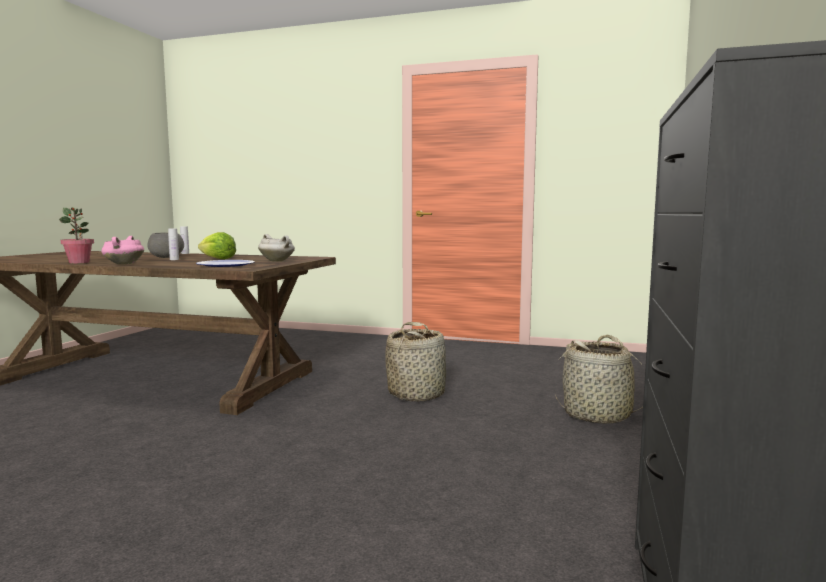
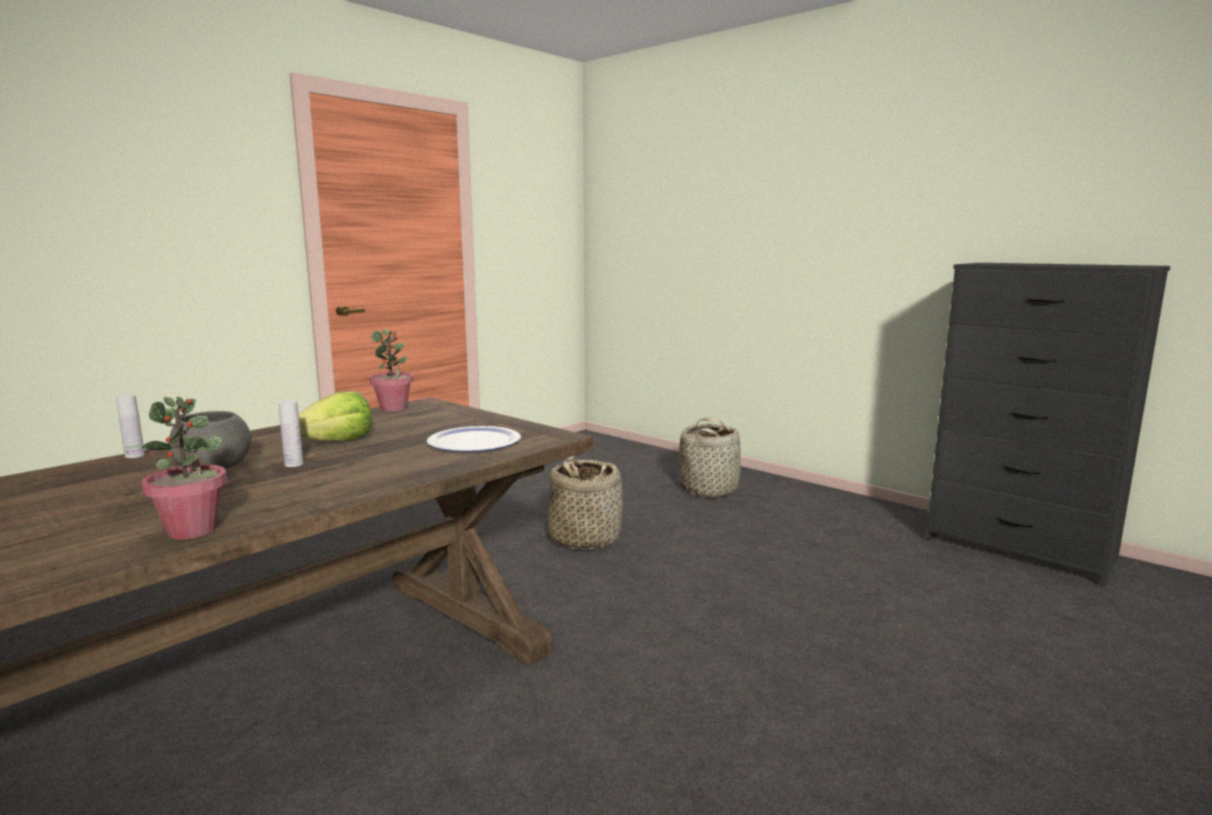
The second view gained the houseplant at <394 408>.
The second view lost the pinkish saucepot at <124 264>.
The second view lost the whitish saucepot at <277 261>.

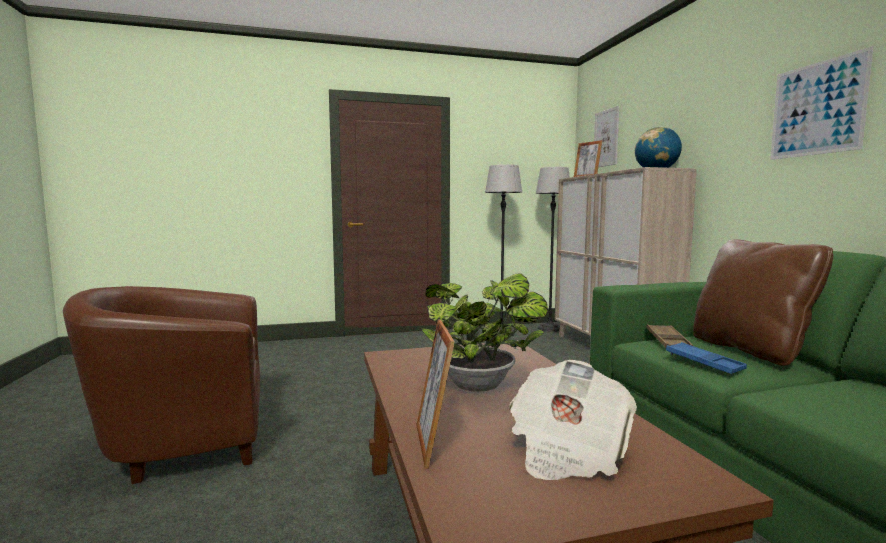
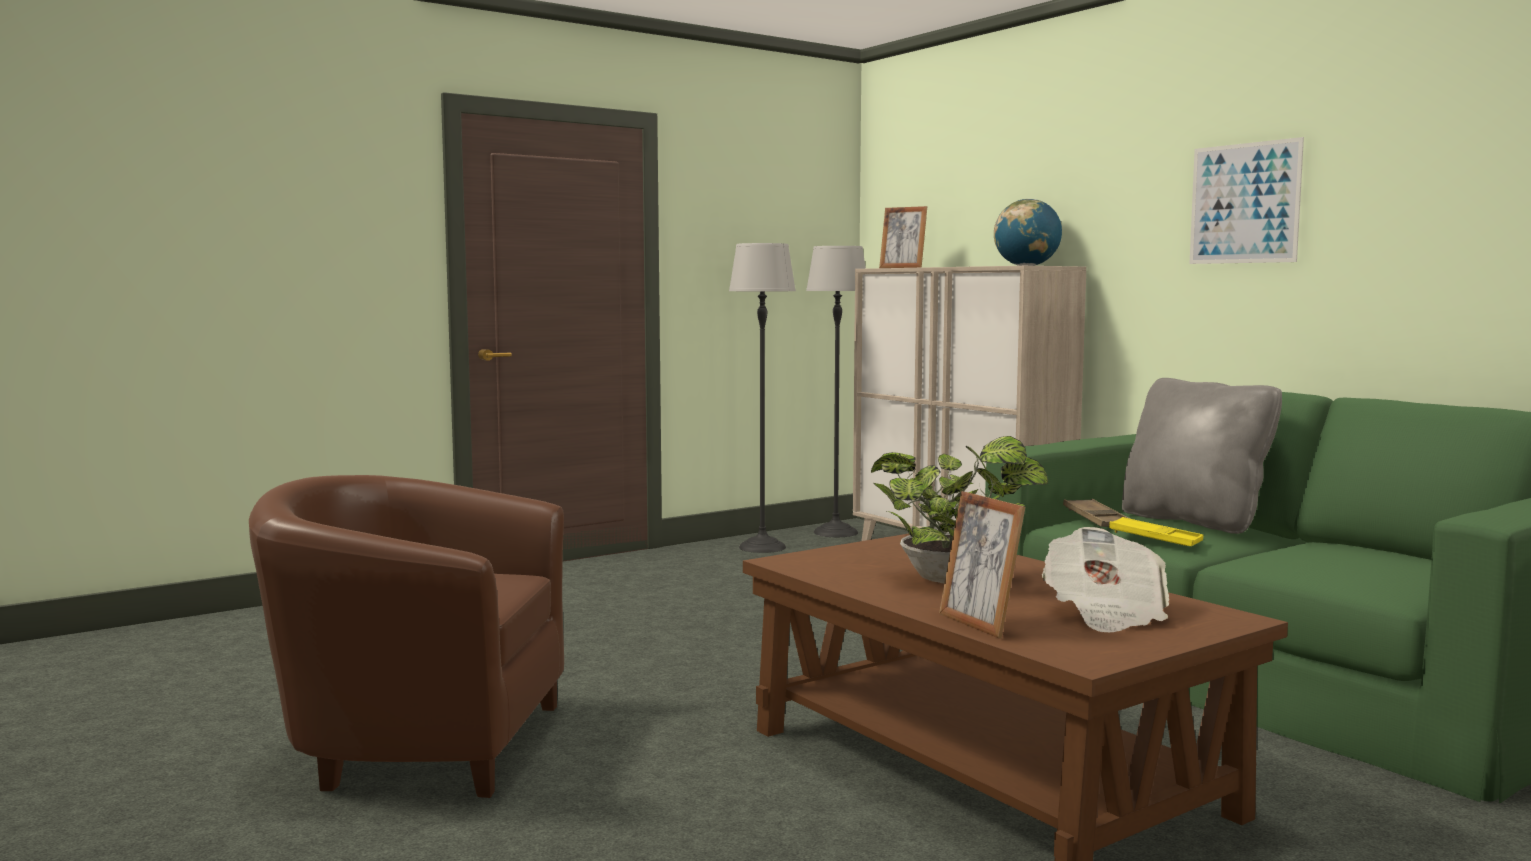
The brownish lounge chair at <183 442> ended up facing another way, 45 degrees clockwise from before.
What was the blue-coloured carrying tray at <704 363> turned into the yellow-coloured carrying tray at <1155 539>.
What was the brownish throw pillow at <750 350> turned into the greyish throw pillow at <1194 521>.
The second view lost the wall picture at <606 138>.

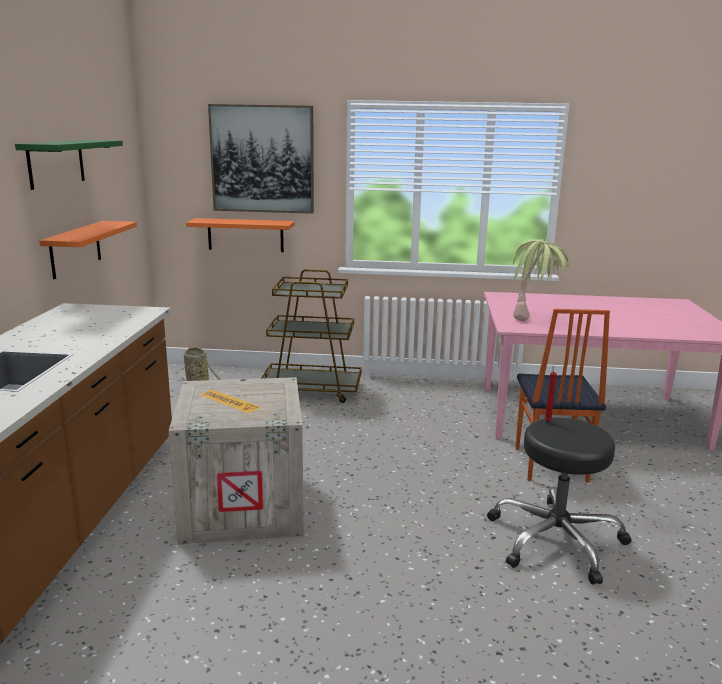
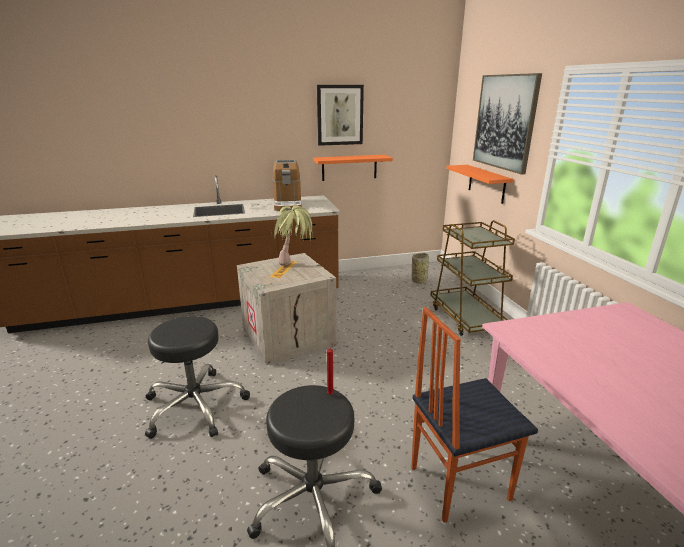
The second view gained the black-coloured sitting stool at <195 406>.
The houseplant ended up elsewhere, having gone from <534 317> to <295 267>.
The second view gained the coffee machine at <287 204>.
Where the greenish shelf hung at <56 163>, the wall picture came to hang at <339 115>.

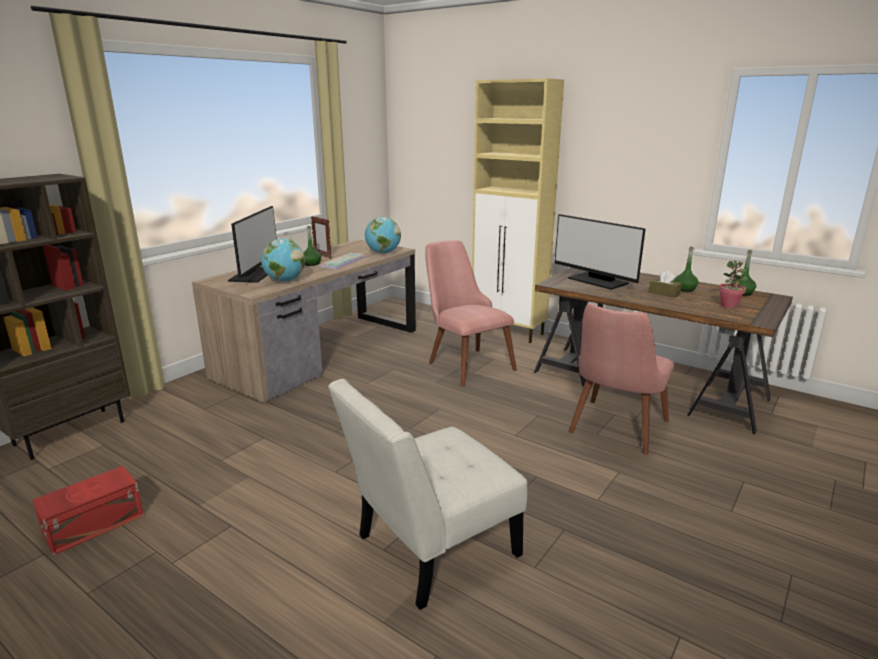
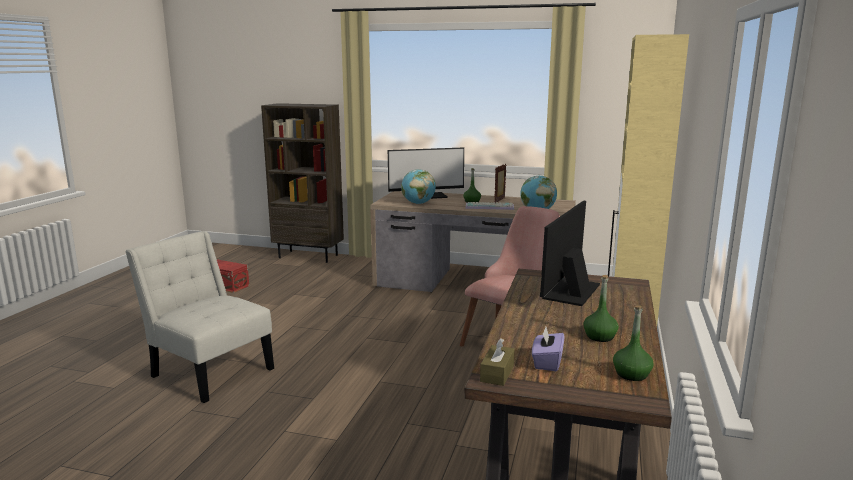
The brownish box of tissues ended up elsewhere, having gone from <664 293> to <497 373>.
Where the houseplant stood at <729 306>, the purple-coloured box of tissues came to stand at <547 362>.
The second view lost the pinkish chair at <614 432>.

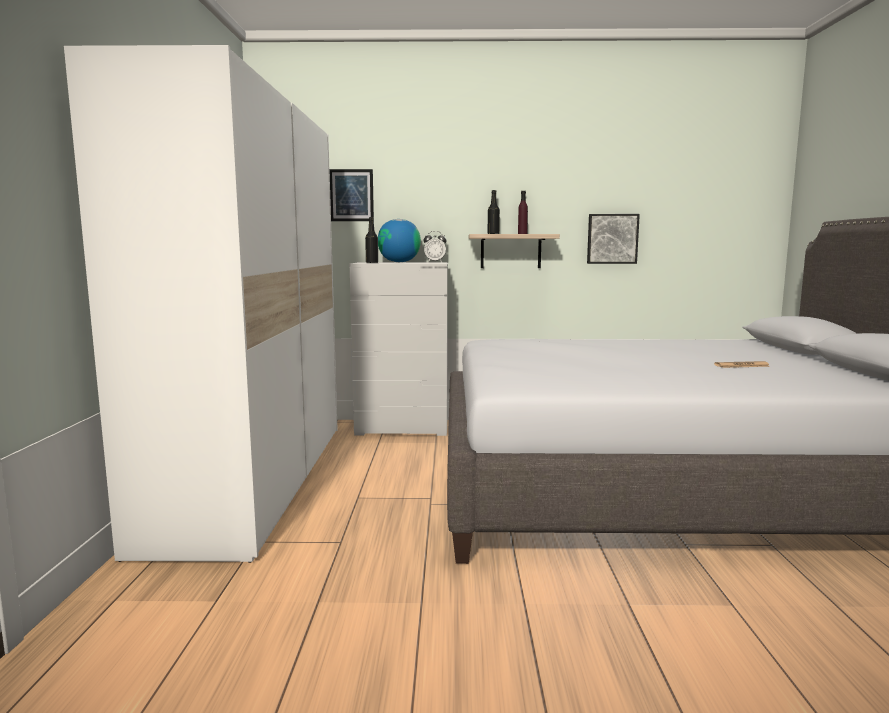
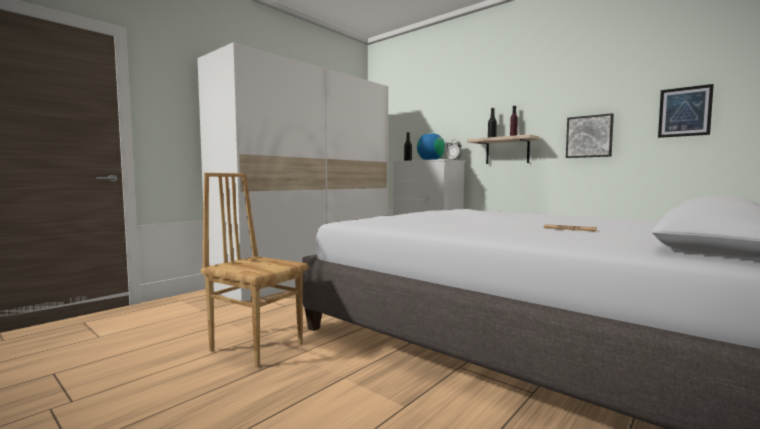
The second view gained the brownish chair at <257 346>.
The wall picture ended up elsewhere, having gone from <351 195> to <684 111>.

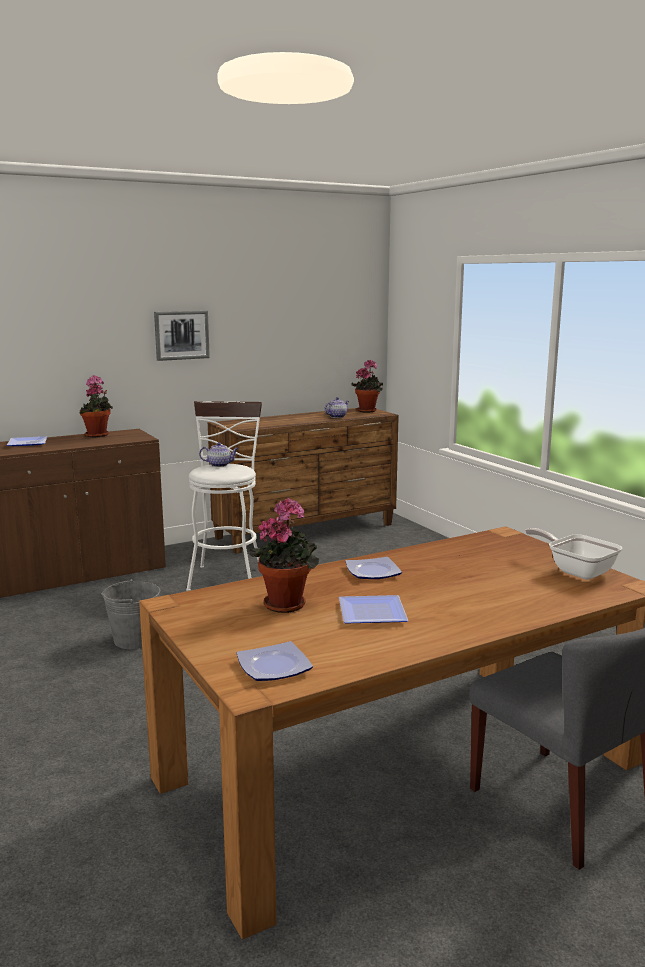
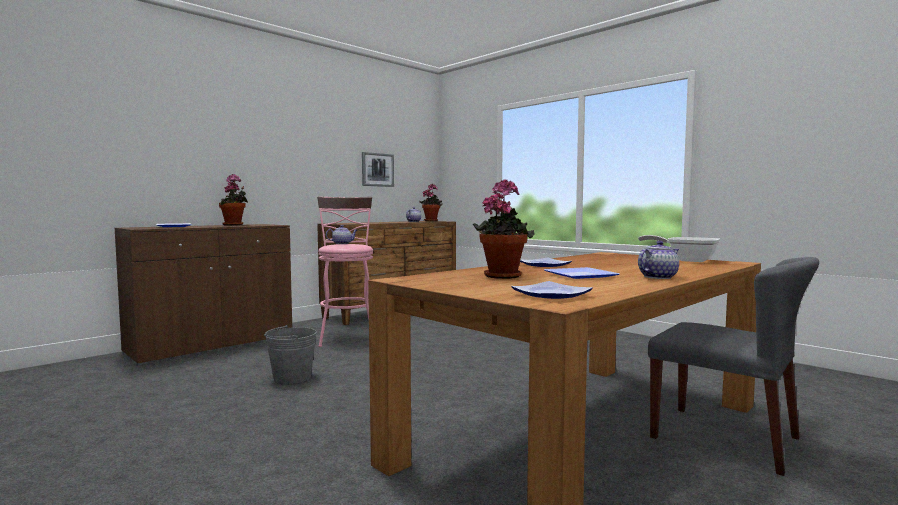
What was the whitish sitting stool at <227 576> turned into the pinkish sitting stool at <347 337>.
The wall picture ended up elsewhere, having gone from <181 335> to <377 169>.
The second view gained the pot for tea at <658 277>.

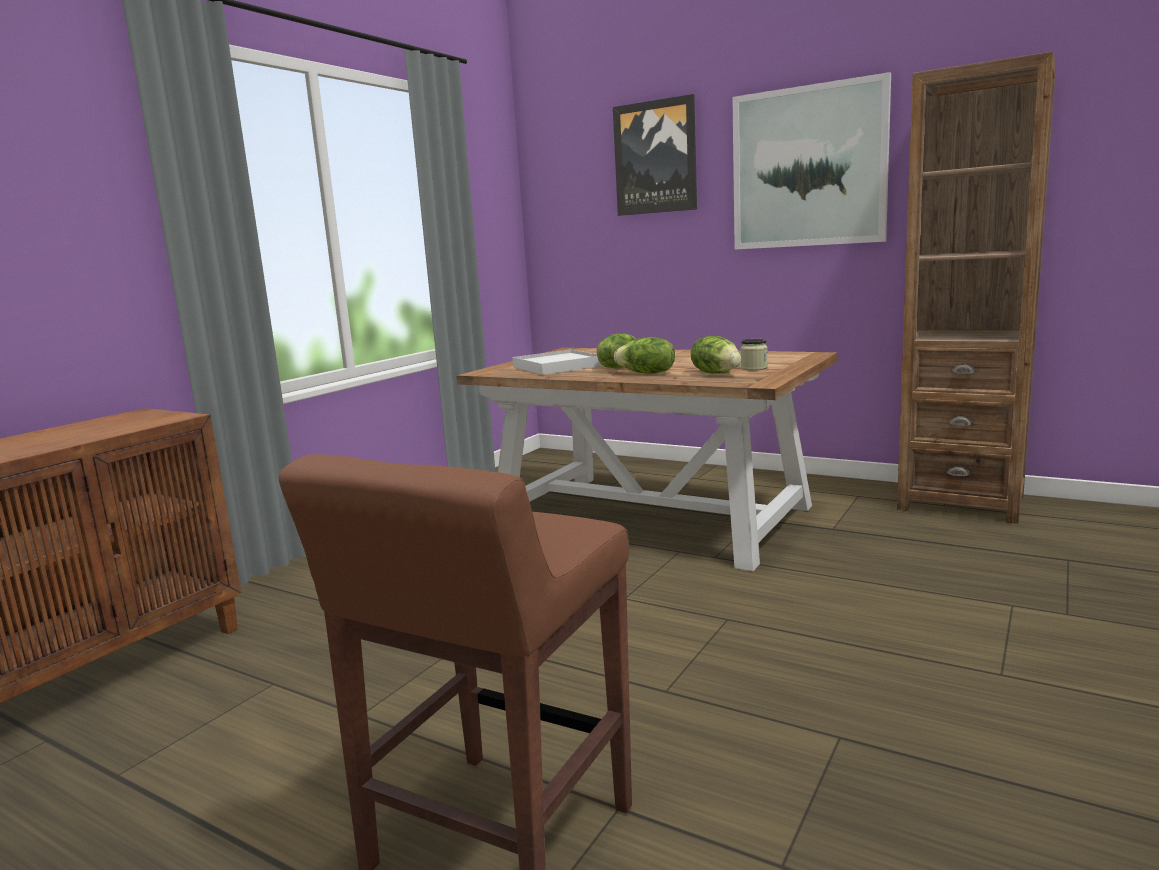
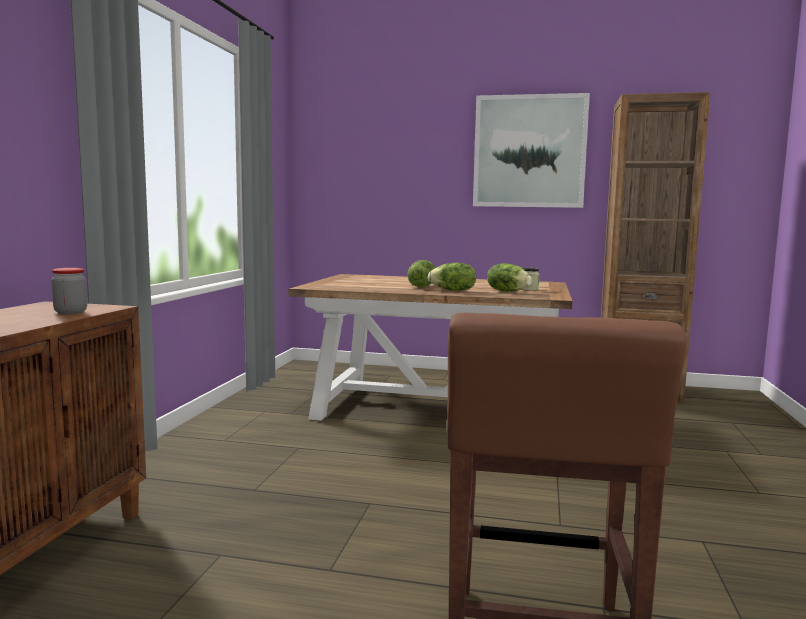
The second view gained the jar at <70 312>.
The second view lost the whitish carrying tray at <557 366>.
The second view lost the wall picture at <655 157>.

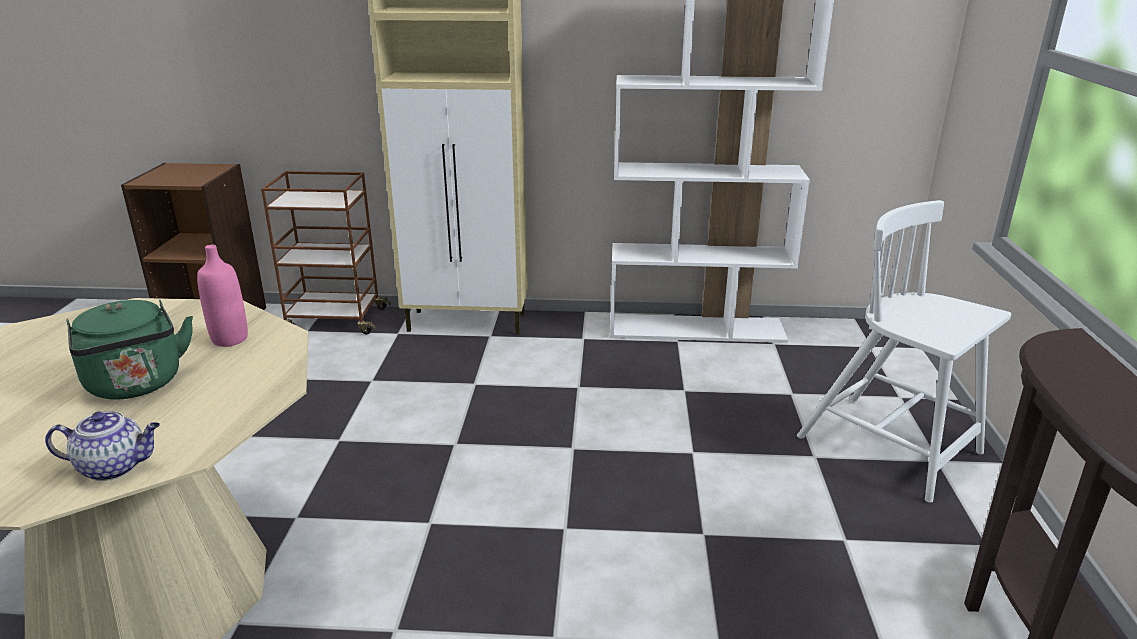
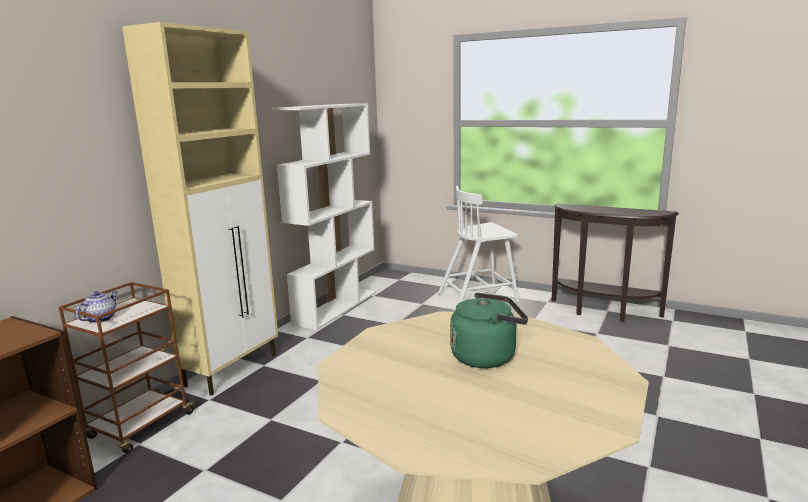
The pot for tea ended up elsewhere, having gone from <115 467> to <101 319>.
The second view lost the pinkish drink bottle at <230 339>.

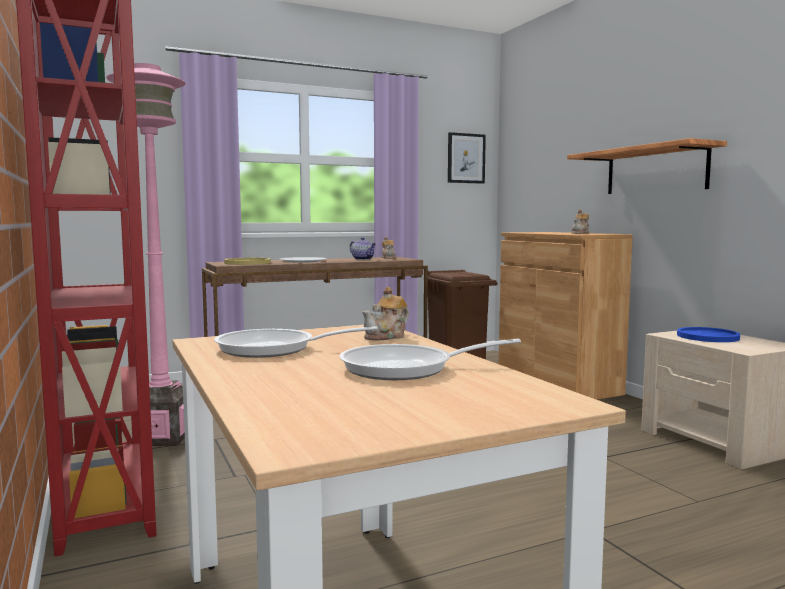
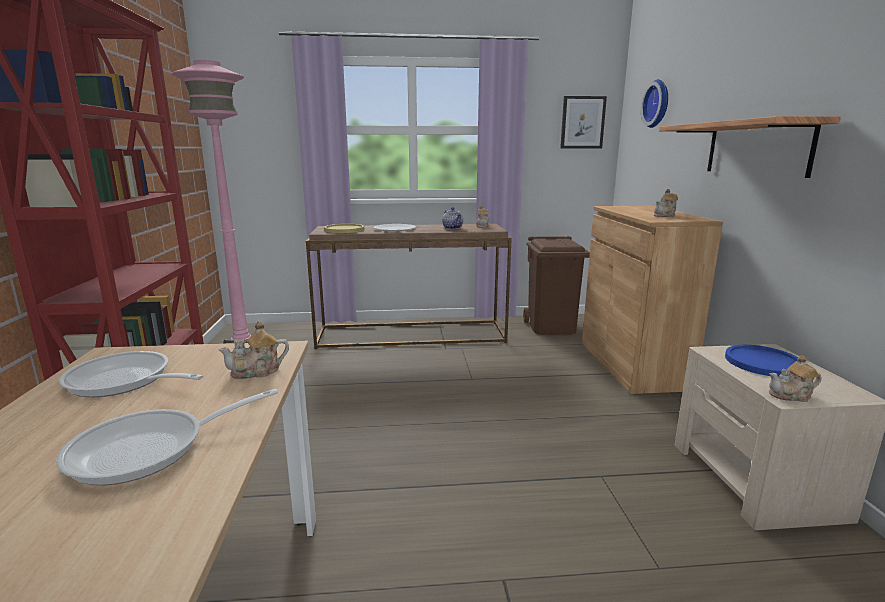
The frying pan at <407 368> ended up facing another way, 45 degrees counterclockwise from before.
The second view gained the wall clock at <658 104>.
The second view gained the pot for tea at <791 395>.

